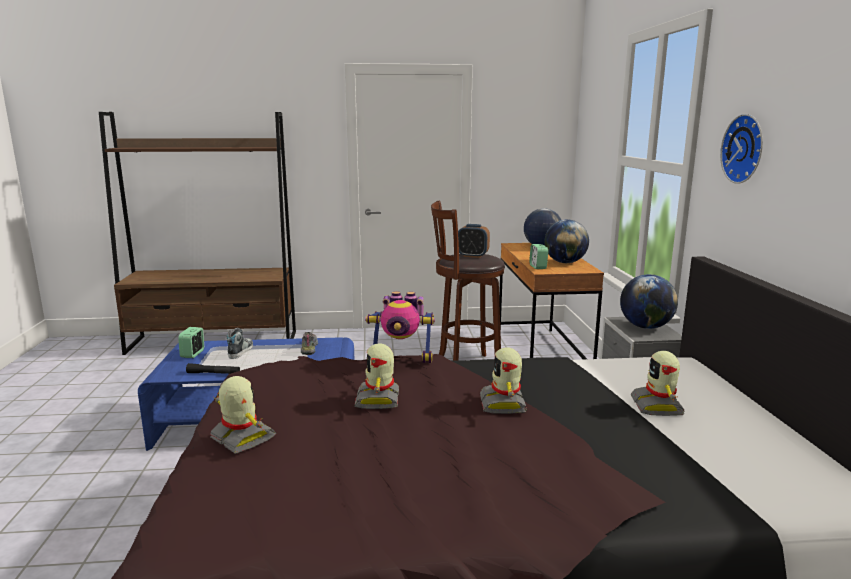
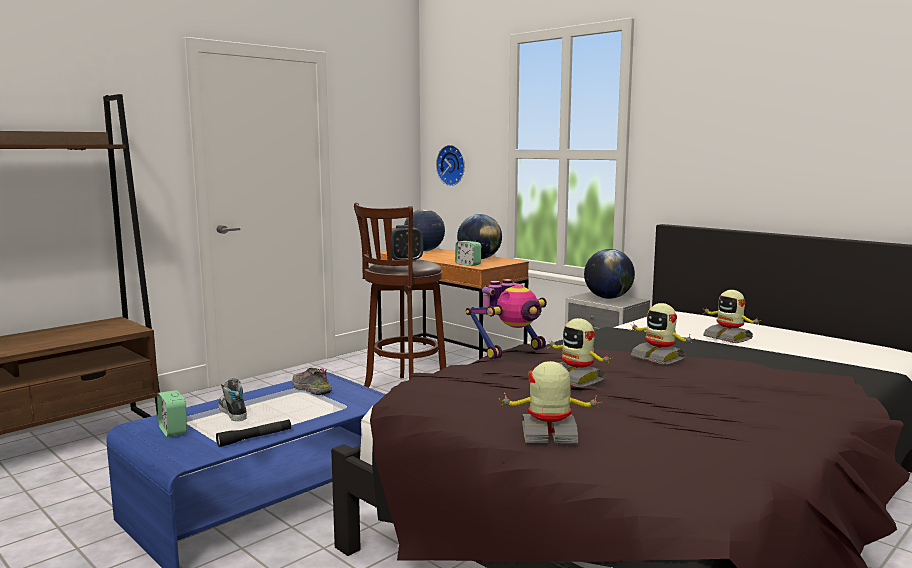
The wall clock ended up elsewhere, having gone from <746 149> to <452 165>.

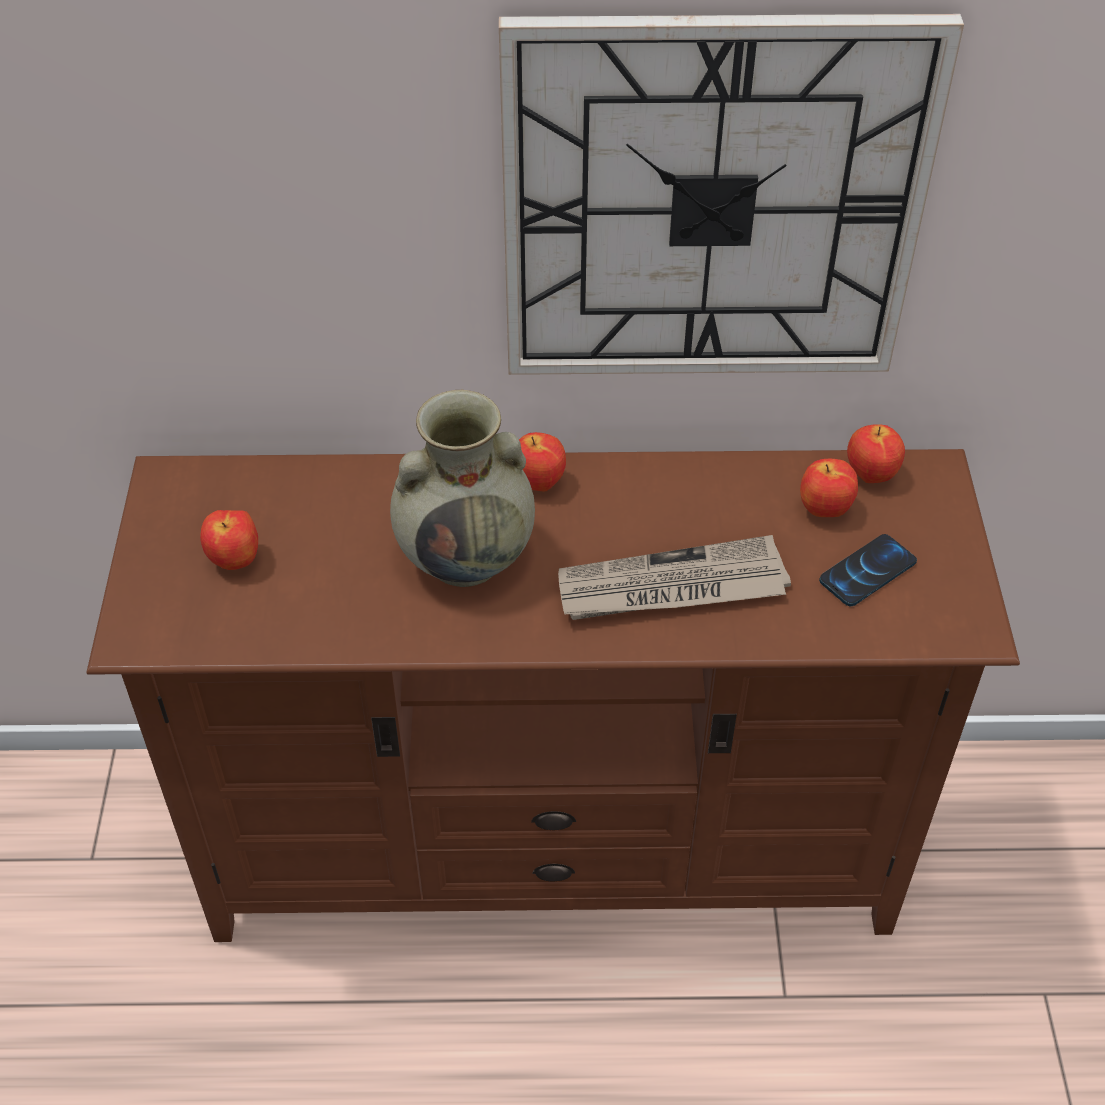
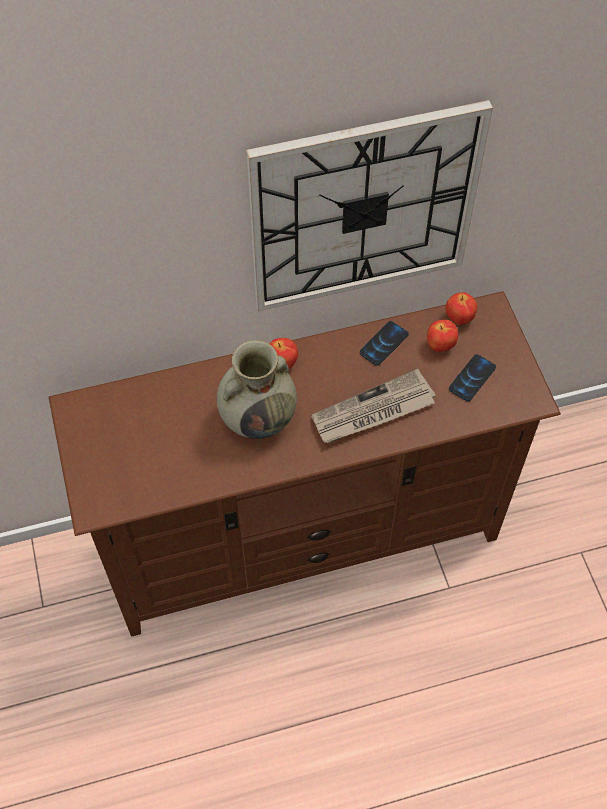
The second view gained the phone at <383 344>.
The second view lost the apple fruit at <235 561>.

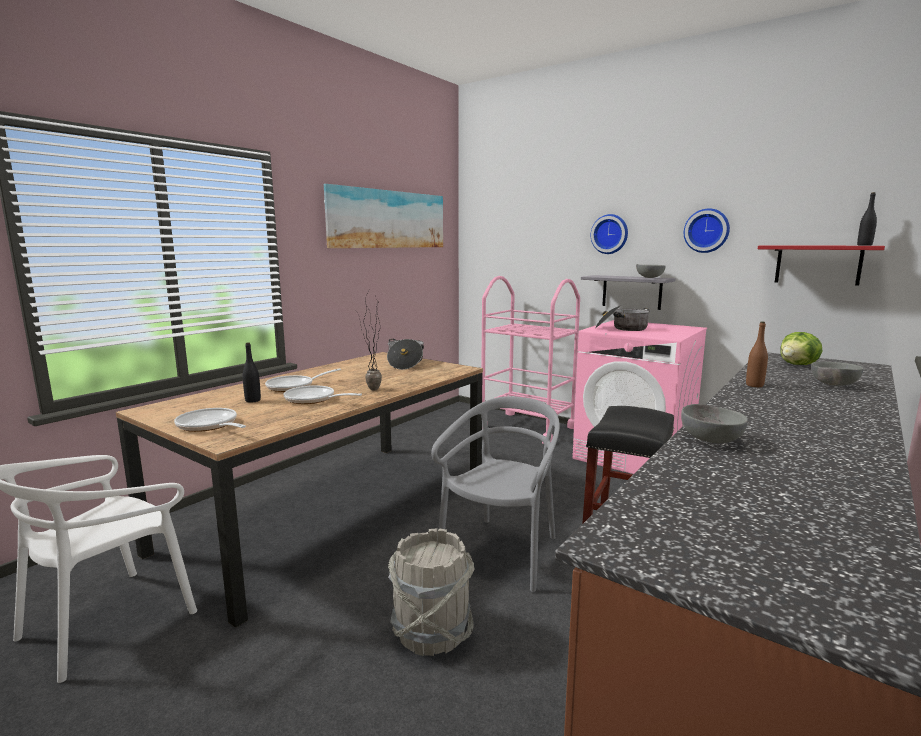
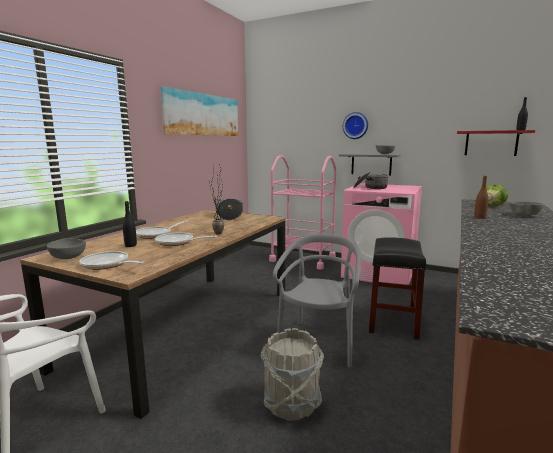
The greyish bowl ended up elsewhere, having gone from <711 440> to <69 257>.
The second view lost the wall clock at <707 230>.

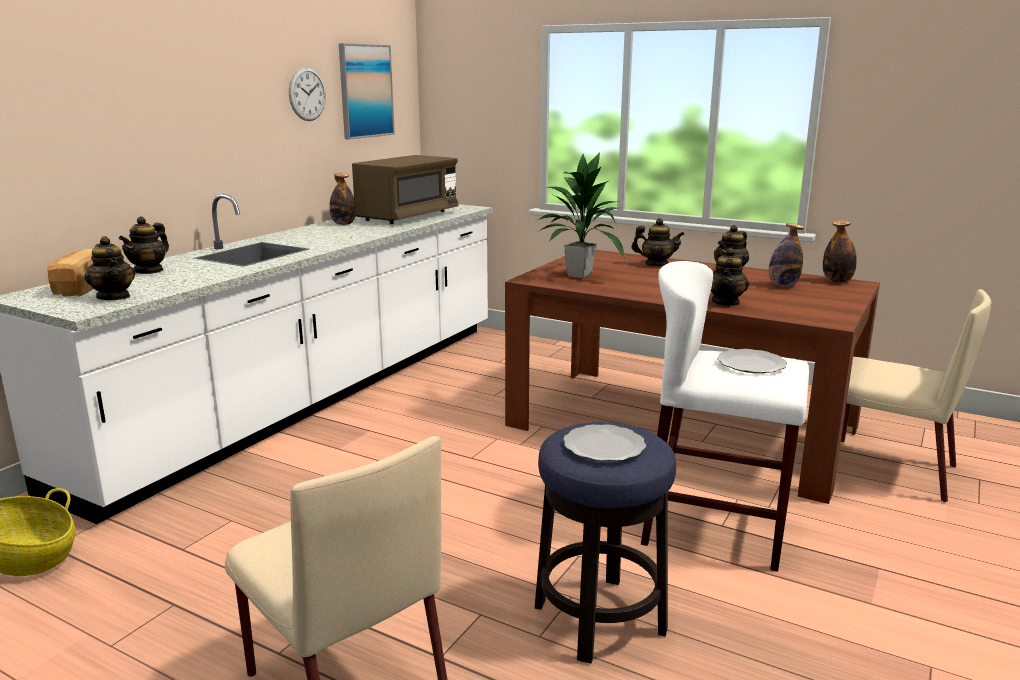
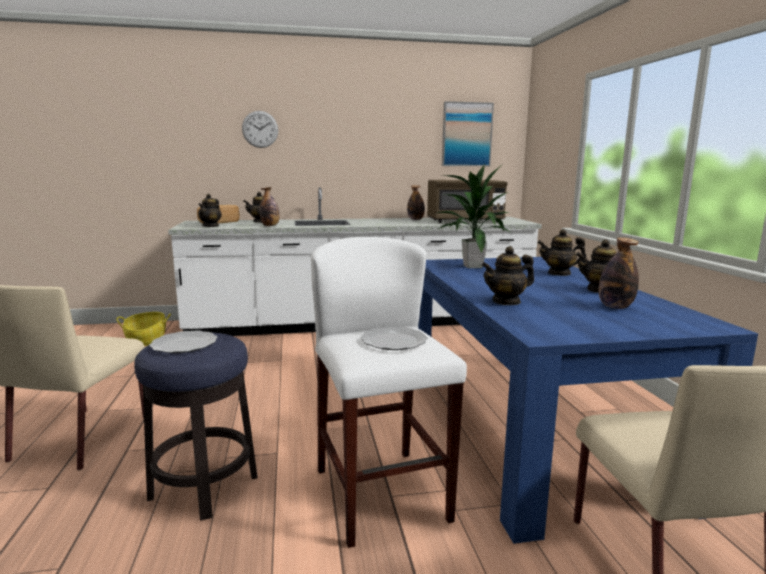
The wall clock ended up elsewhere, having gone from <307 94> to <260 129>.
The drink bottle ended up elsewhere, having gone from <837 281> to <270 226>.
What was the brownish dinner table at <682 426> turned into the blue-coloured dinner table at <529 427>.
The pot for tea at <656 264> ended up facing another way, 120 degrees clockwise from before.

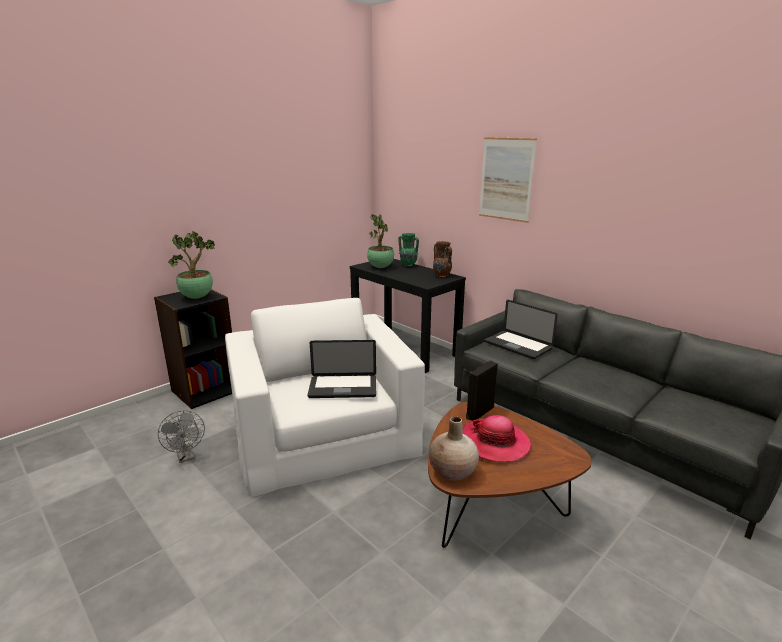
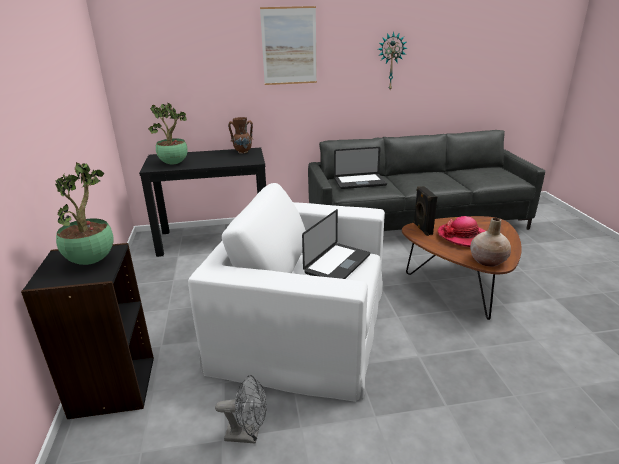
The second view gained the wall clock at <390 61>.
The second view lost the greenish vase at <408 265>.

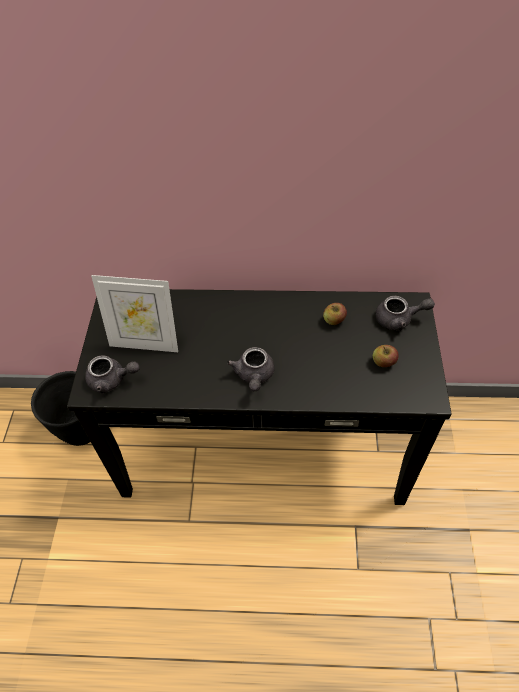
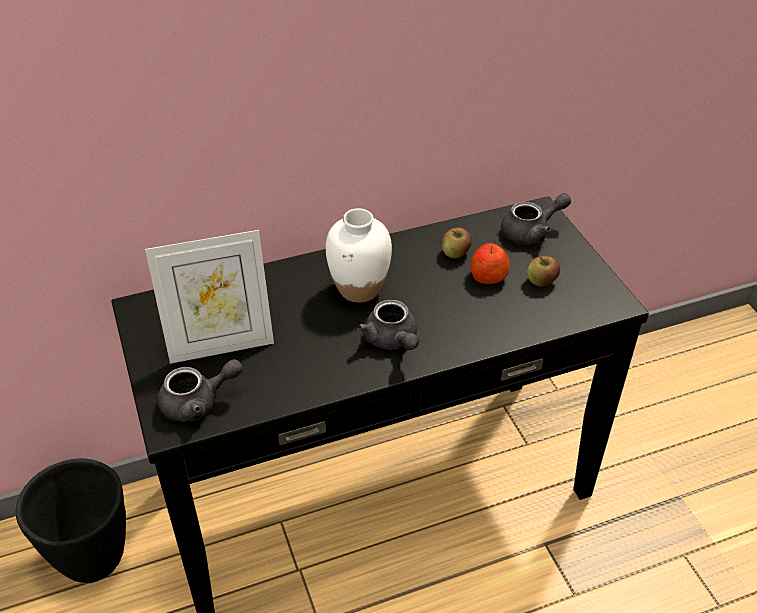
The second view gained the whitish vase at <359 289>.
The second view gained the apple fruit at <488 276>.

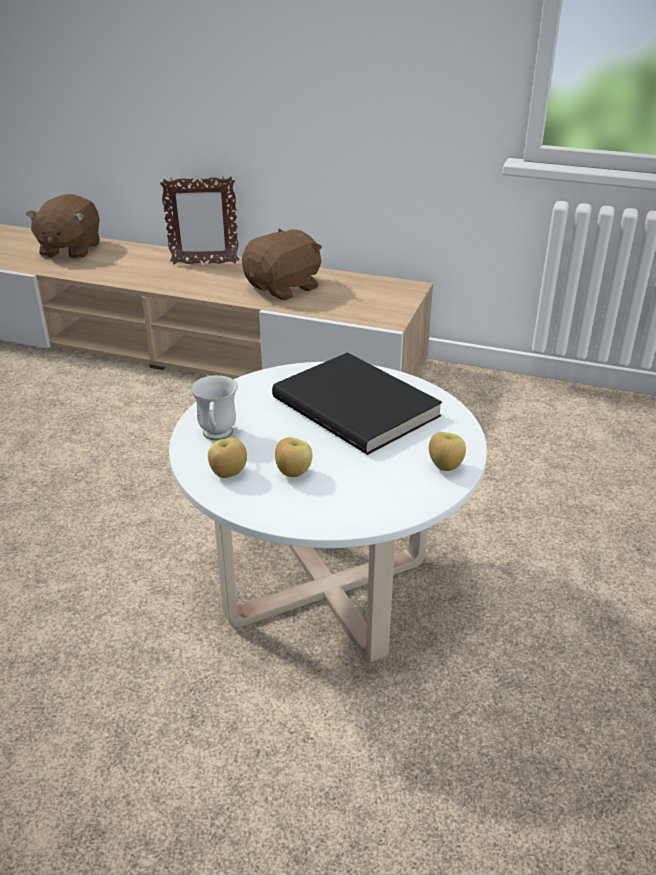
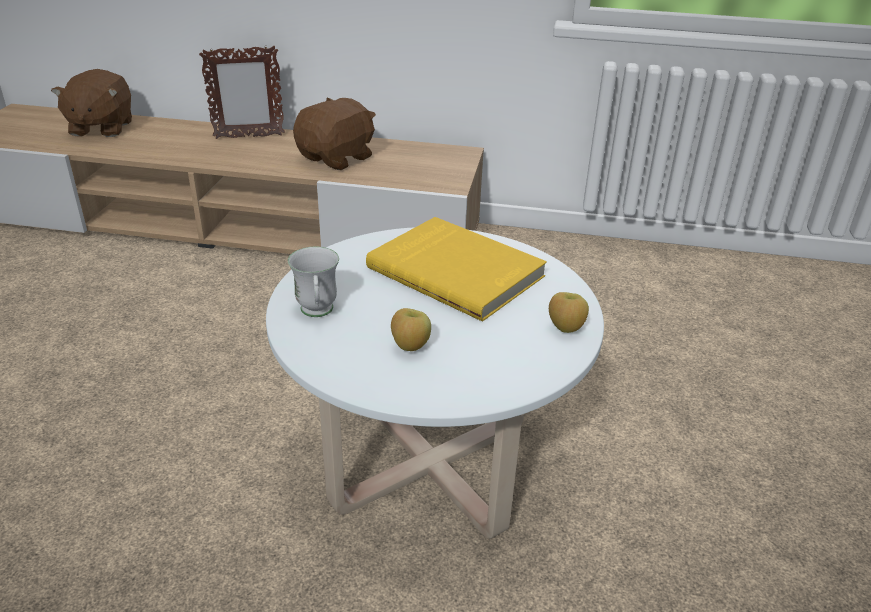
What was the black-coloured bound book at <358 406> turned into the yellow-coloured bound book at <457 271>.
The second view lost the apple fruit at <228 474>.

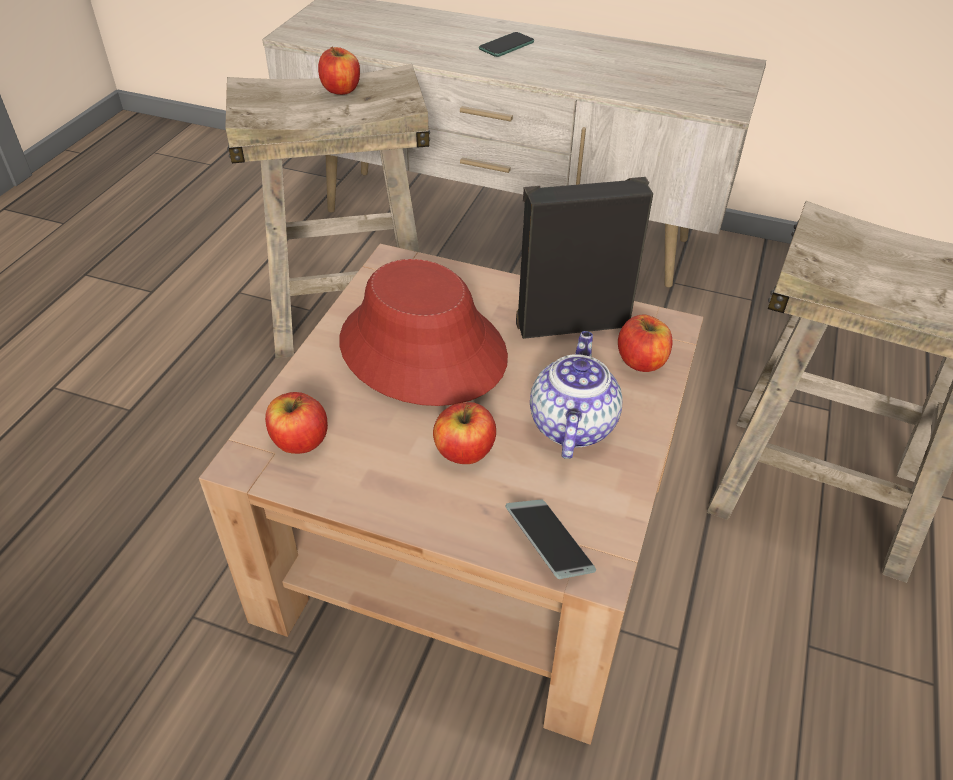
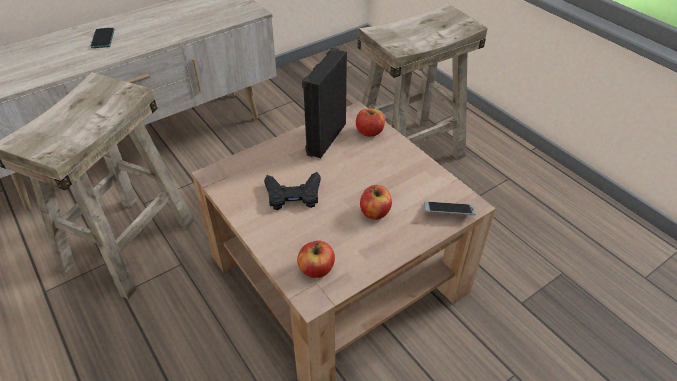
Where the red clothing hat stood at <421 349>, the black-coloured game controller came to stand at <293 195>.
The second view lost the apple fruit at <341 90>.
The second view lost the pot for tea at <571 424>.

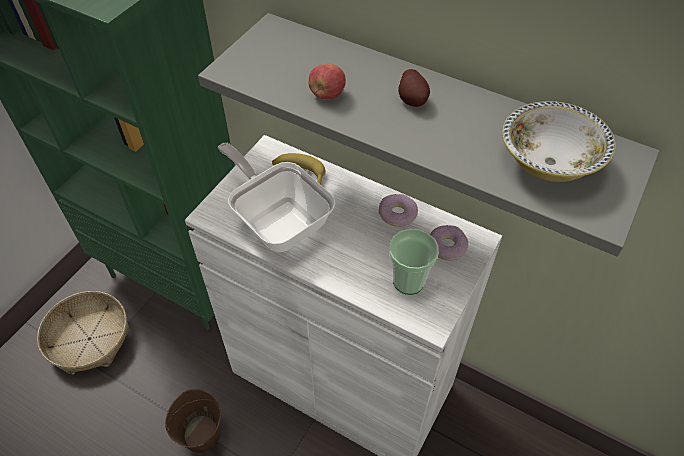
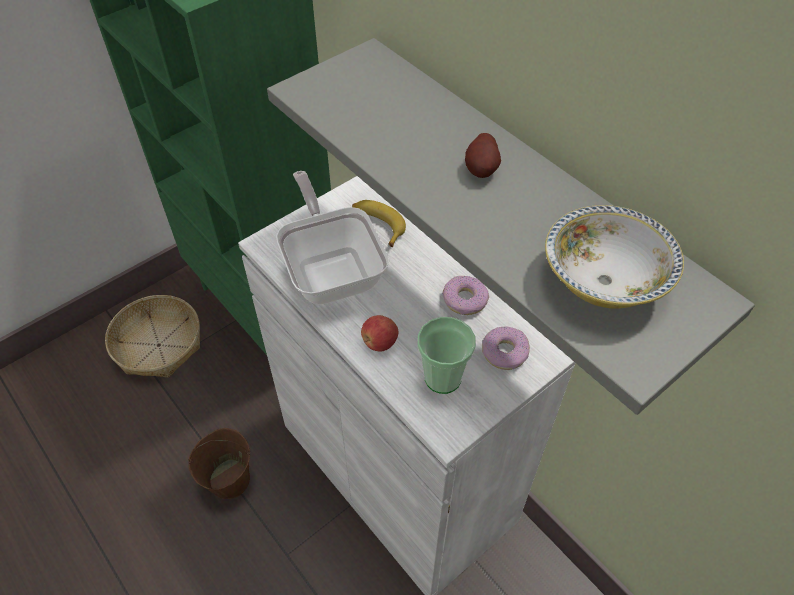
The apple fruit ended up elsewhere, having gone from <327 94> to <379 342>.

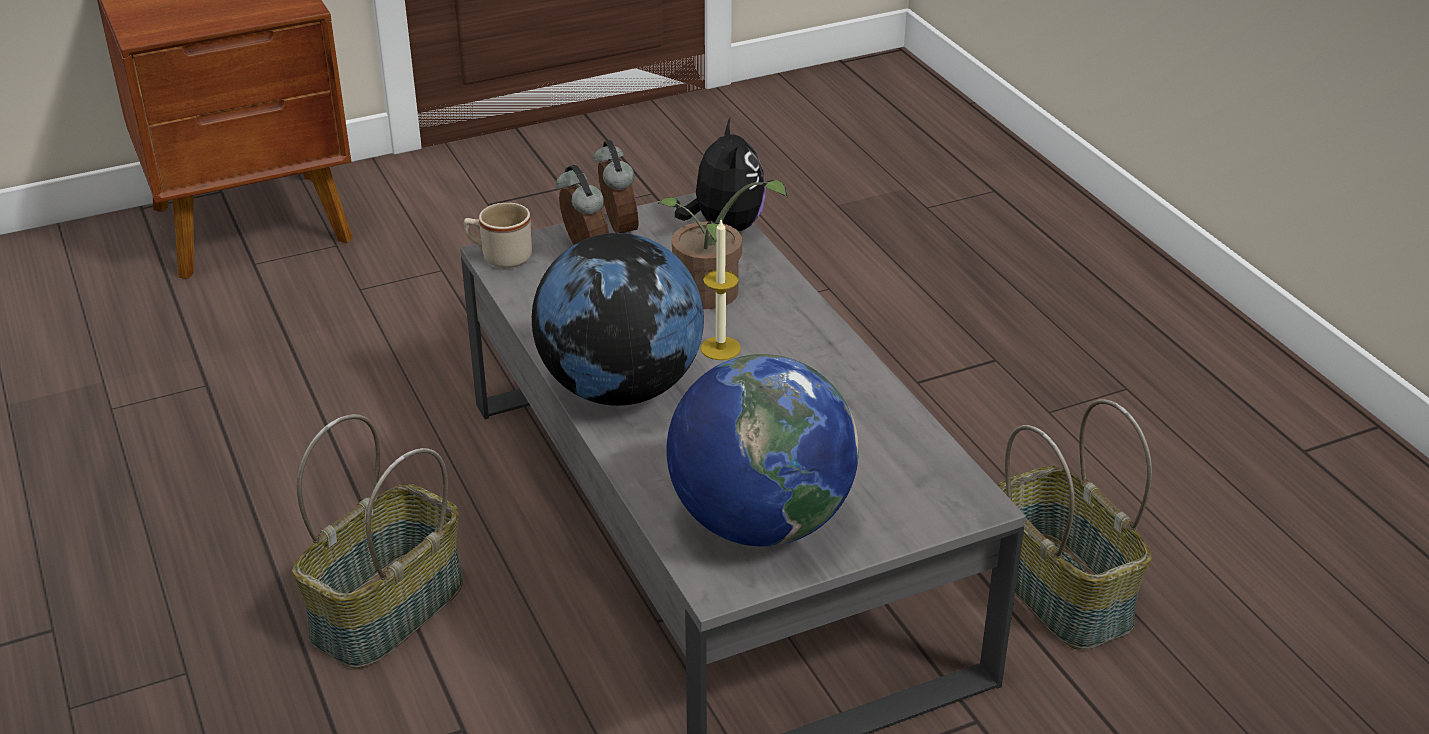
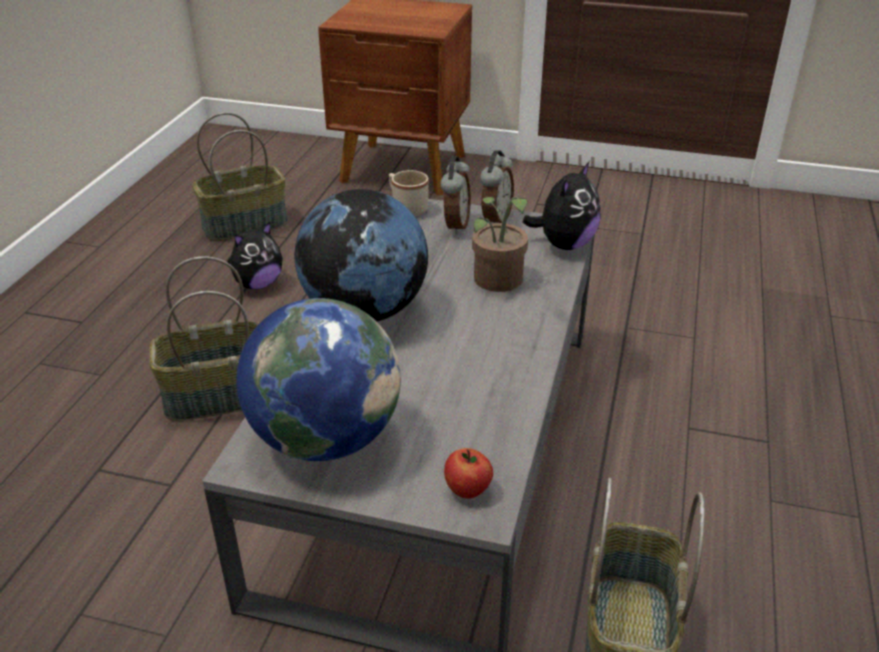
The second view gained the household basket at <245 224>.
The second view gained the soft toy at <258 284>.
The second view gained the apple fruit at <467 490>.
The second view lost the wax light at <720 348>.

